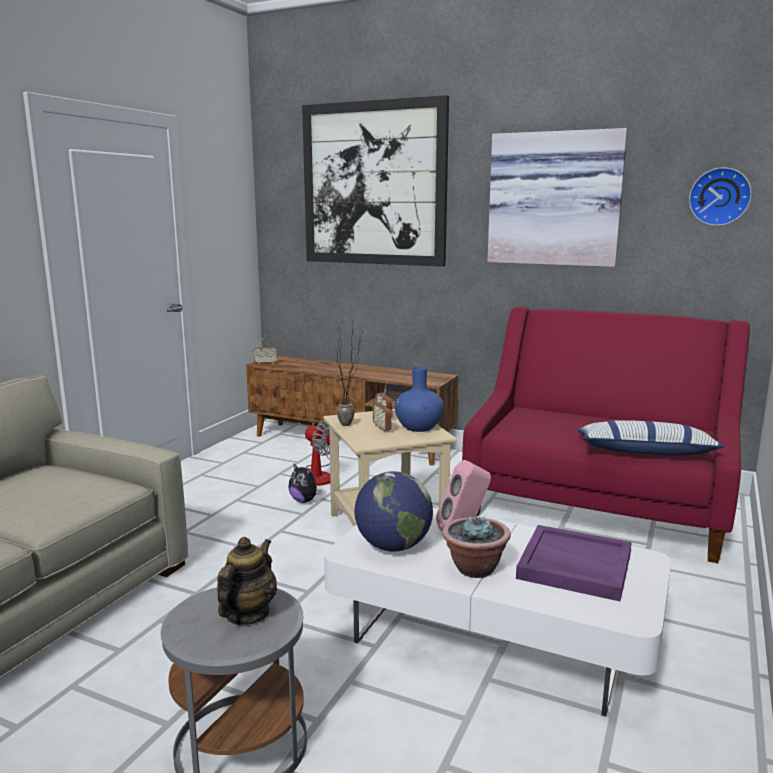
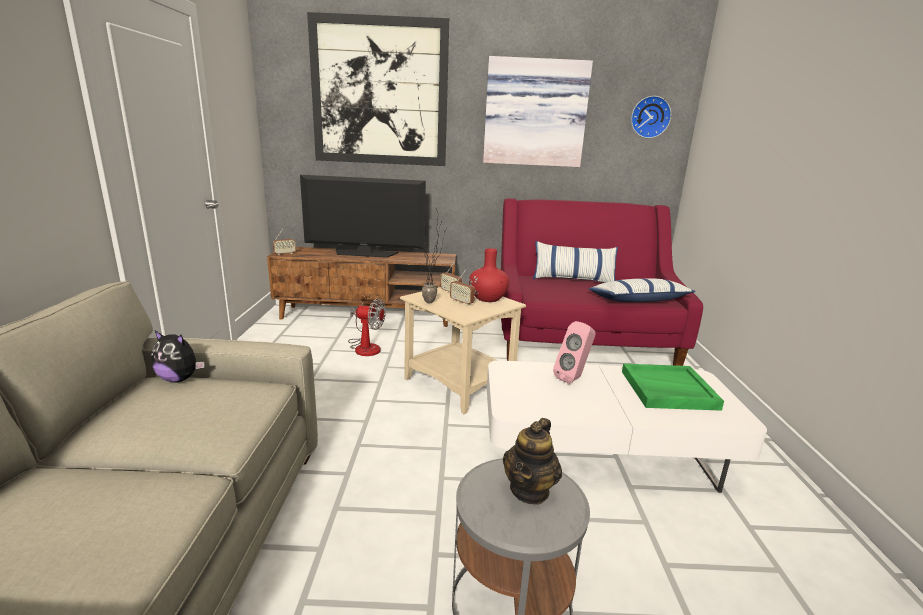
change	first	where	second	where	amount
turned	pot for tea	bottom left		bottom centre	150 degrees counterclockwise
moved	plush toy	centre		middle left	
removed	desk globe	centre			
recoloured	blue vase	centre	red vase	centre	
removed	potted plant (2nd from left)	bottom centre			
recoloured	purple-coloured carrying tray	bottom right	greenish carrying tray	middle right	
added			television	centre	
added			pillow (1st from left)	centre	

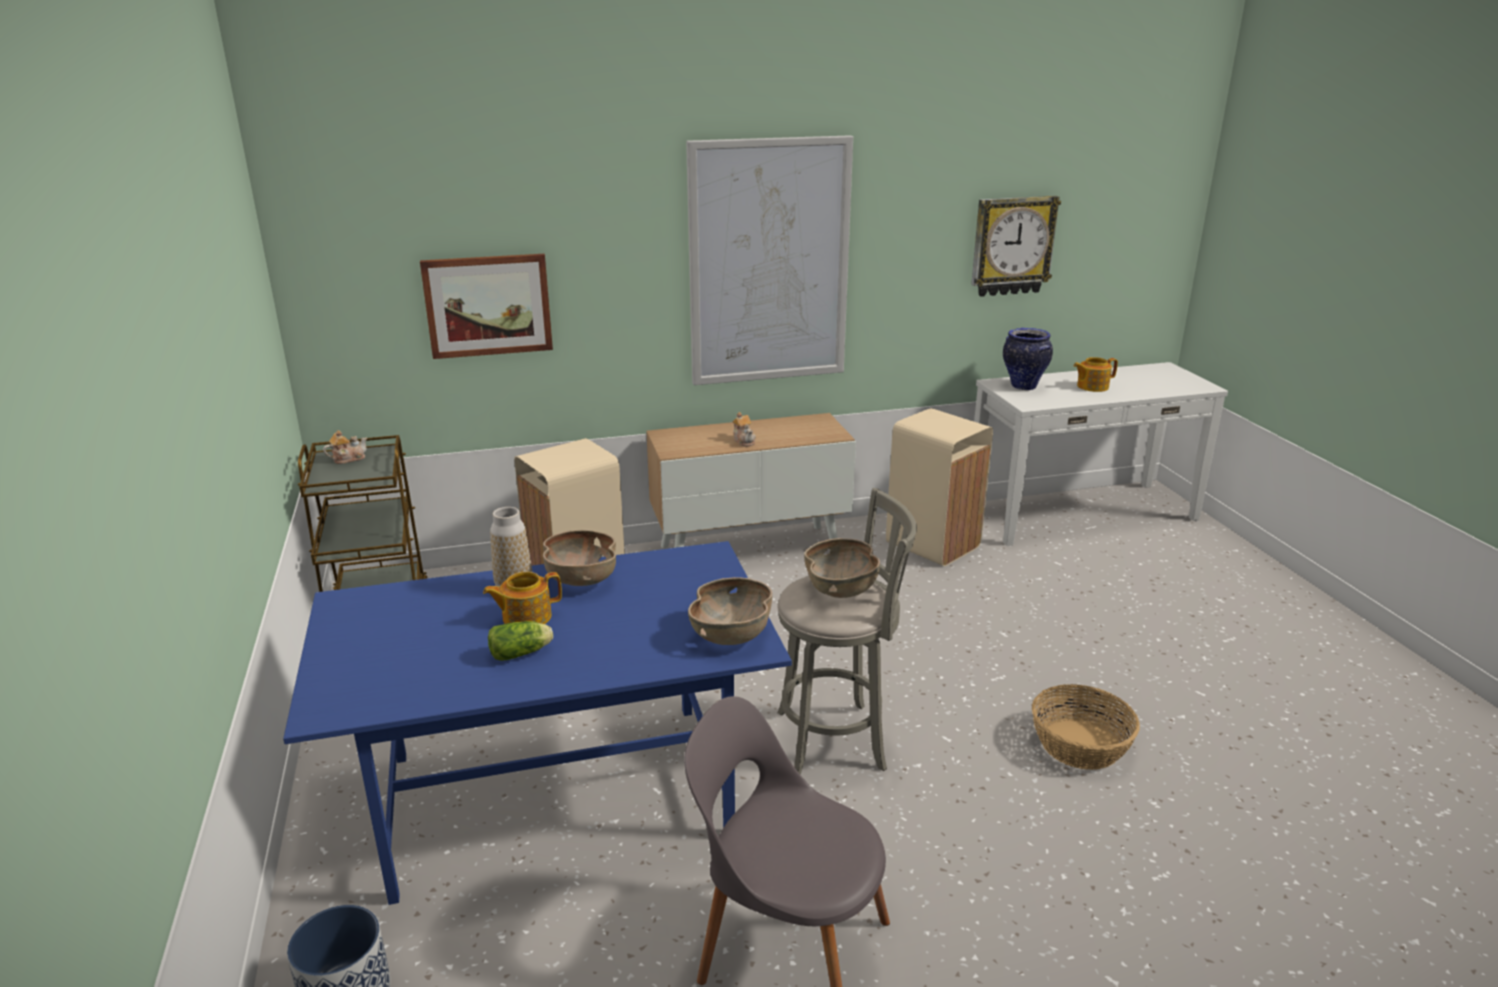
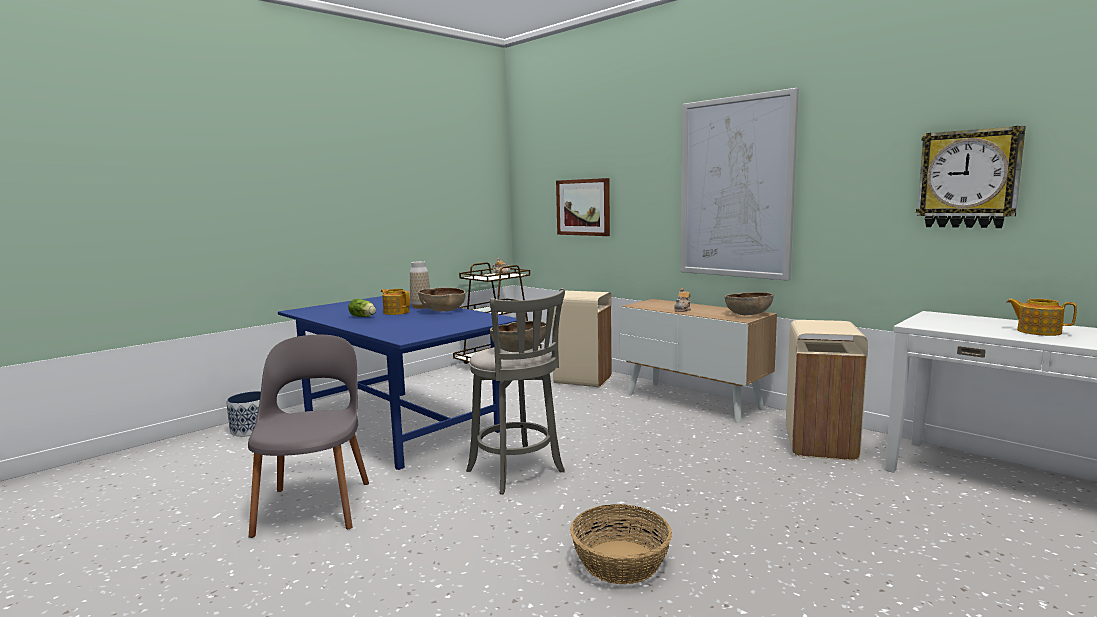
change	first	where	second	where	amount
moved	brown-coloured bowl (2nd from left in the first image)	centre	brown-coloured bowl (3rd from left)	middle right	
removed	vase (2nd from left)	middle right			

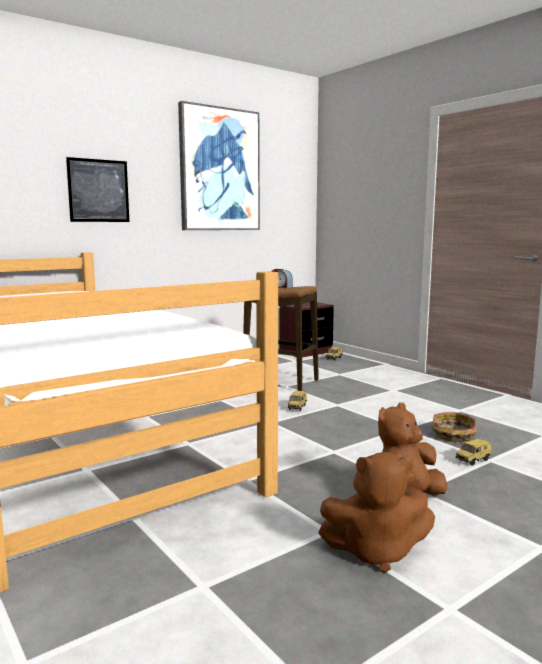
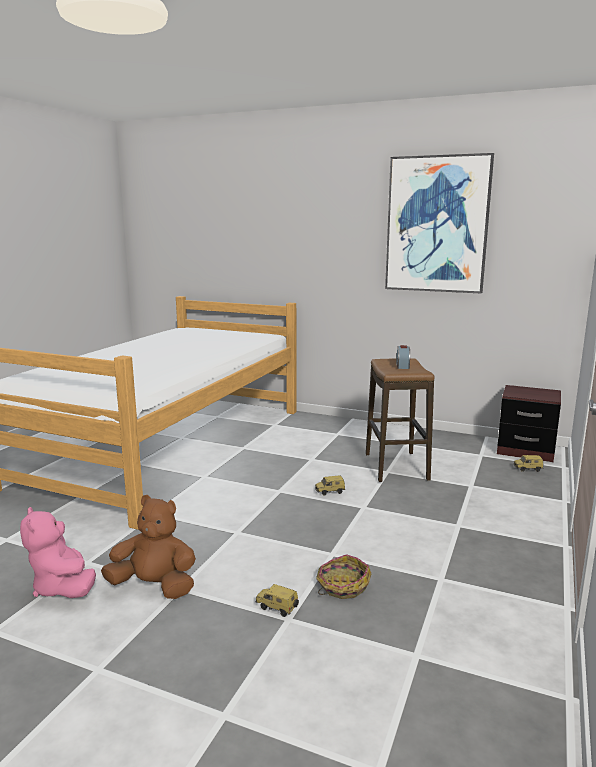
change	first	where	second	where	amount
removed	wall art (1st from left)	top left			
recoloured	brown-coloured plush toy (1st from left)	bottom right	pink plush toy	bottom left	

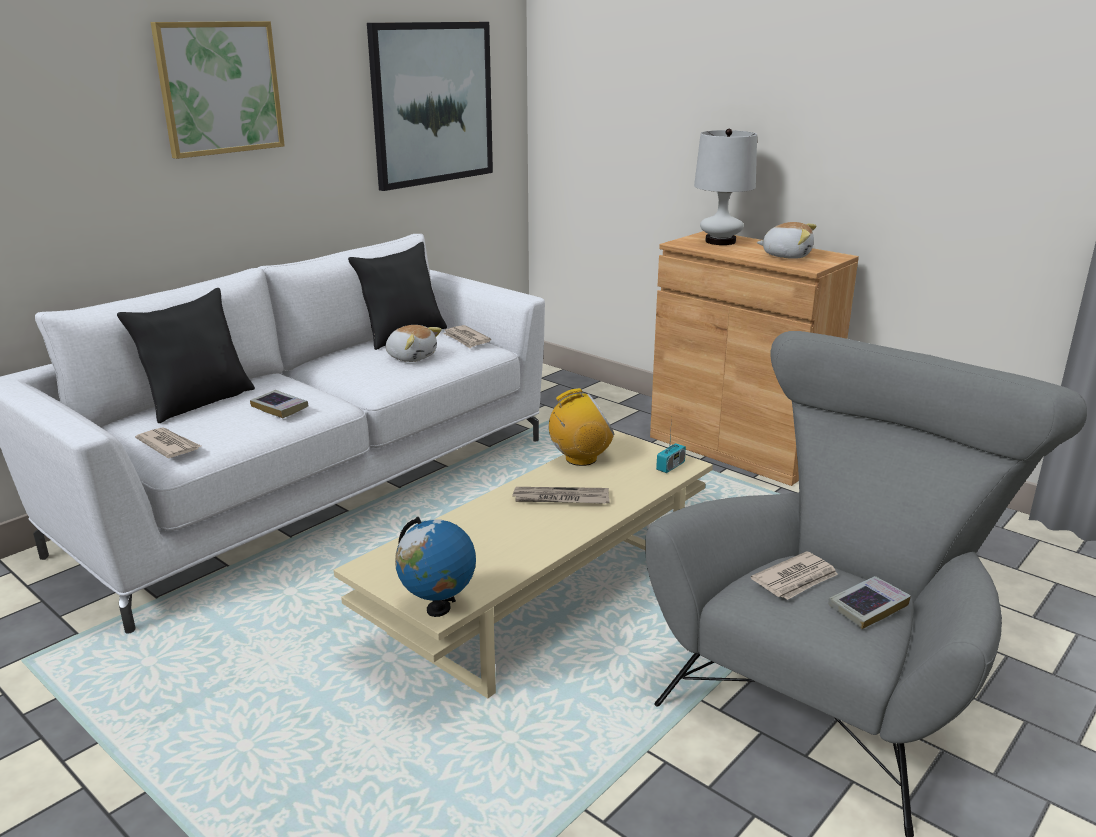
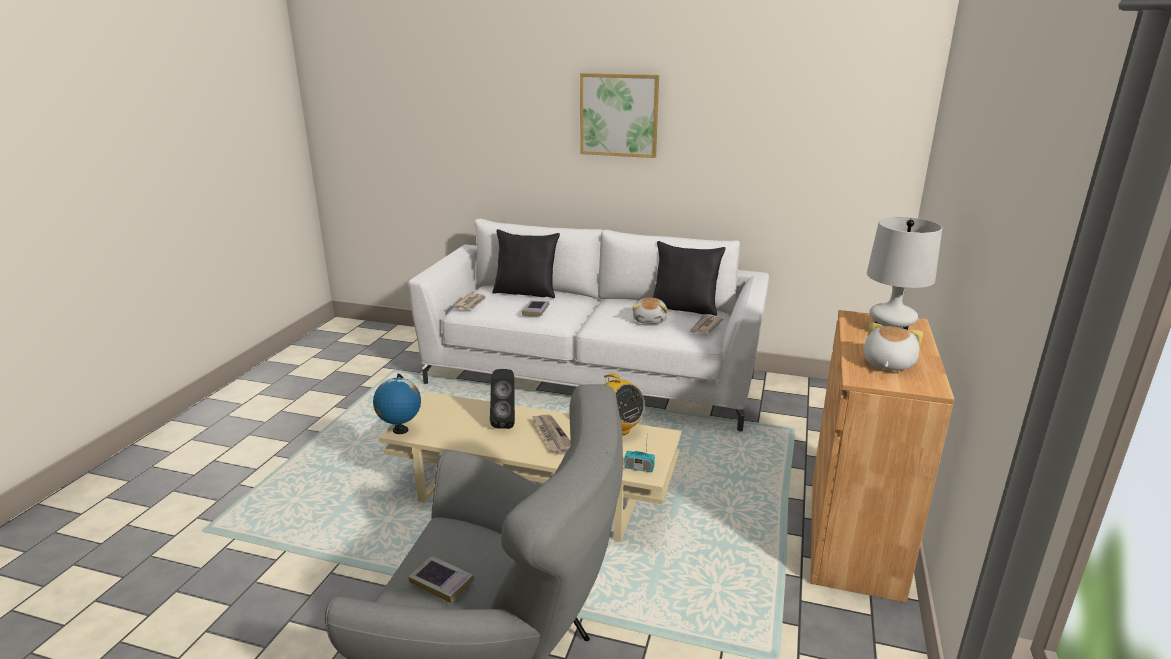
change	first	where	second	where	amount
removed	wall art (2nd from left)	top centre			
removed	printed paper (4th from left)	bottom right			
turned	plush toy (2nd from left)	top right		middle right	150 degrees counterclockwise
added			black-coloured loudspeaker	centre	

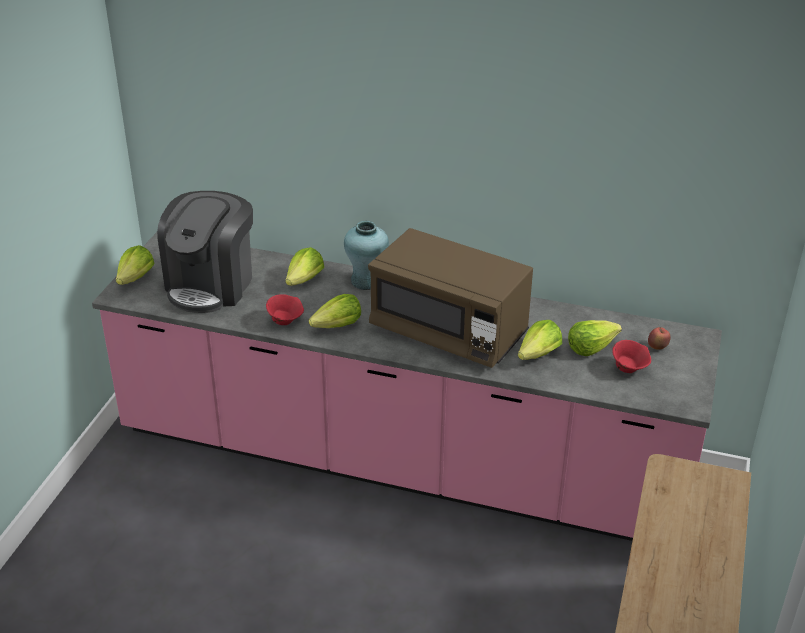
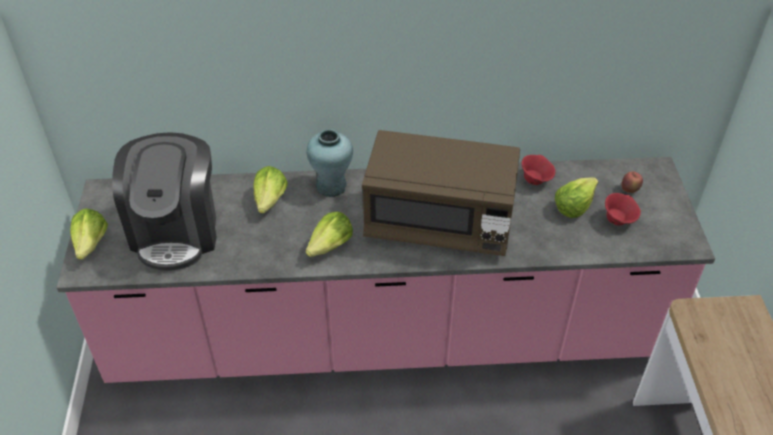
change	first	where	second	where	amount
moved	red bowl (1st from left)	centre		middle right	
removed	lettuce head (4th from left)	middle right			

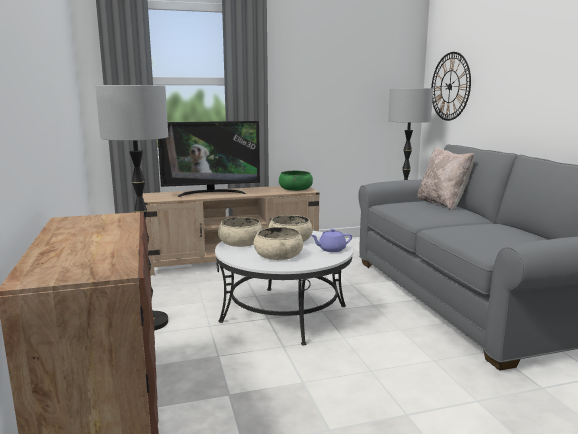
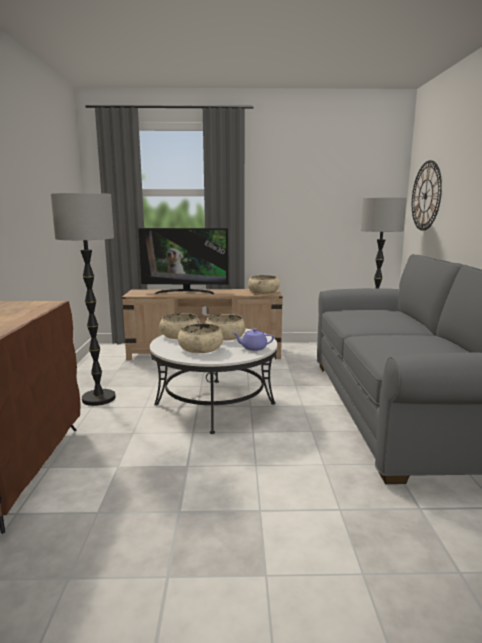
change	first	where	second	where	amount
recoloured	greenish bowl	centre	beige bowl (4th from left)	centre	
removed	beige pillow	middle right			

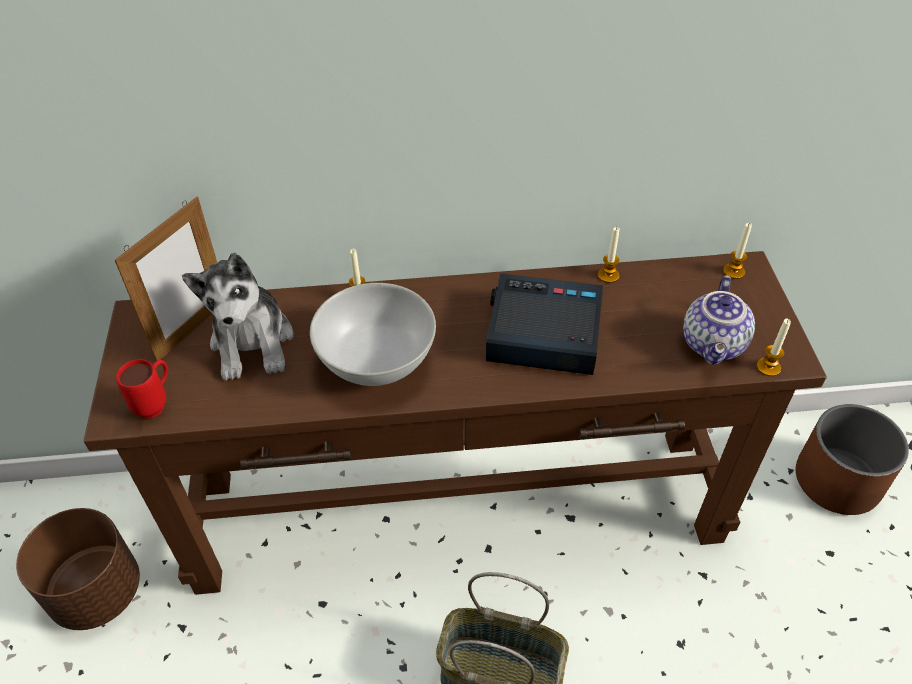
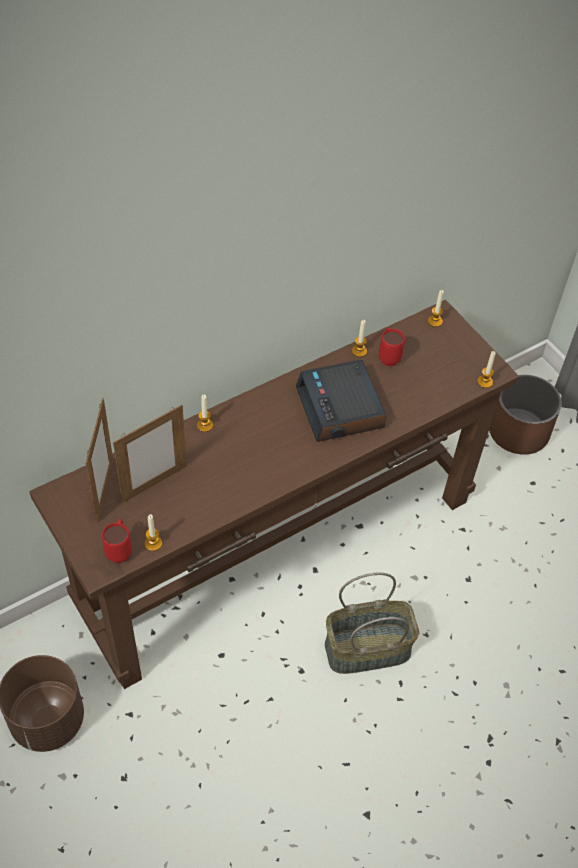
change	first	where	second	where	amount
replaced	plush toy	middle left	photo frame (2nd from left)	middle left	
removed	white-coloured bowl	centre			
turned	bedside clock	centre		centre	90 degrees counterclockwise
removed	pot for tea	middle right			
added			candle (1st from left)	middle left	
added			red mug (2nd from left)	middle right	

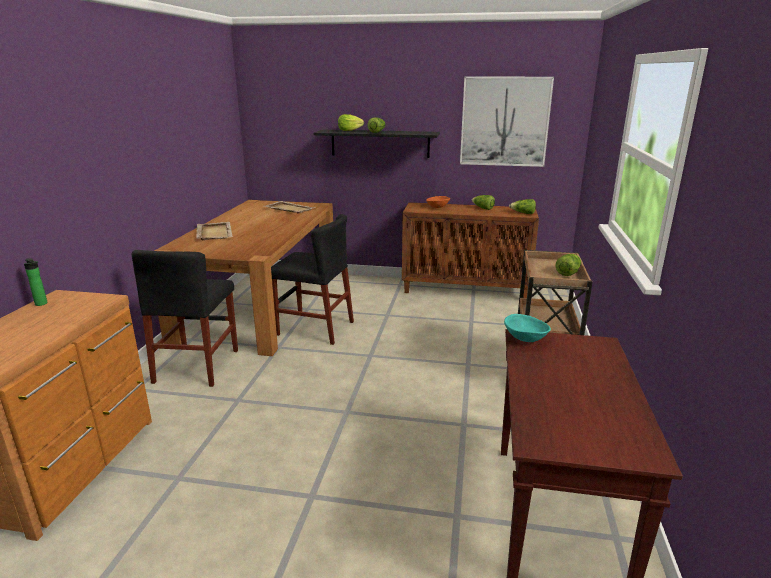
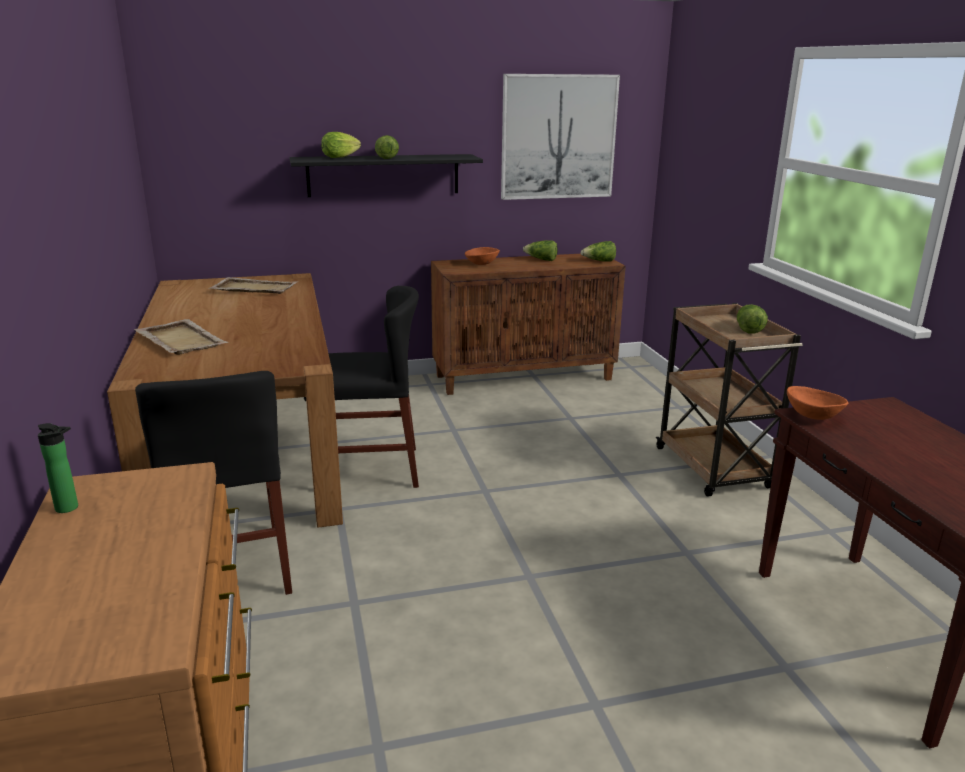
change	first	where	second	where	amount
recoloured	turquoise bowl	middle right	orangey bowl (2nd from left)	middle right	

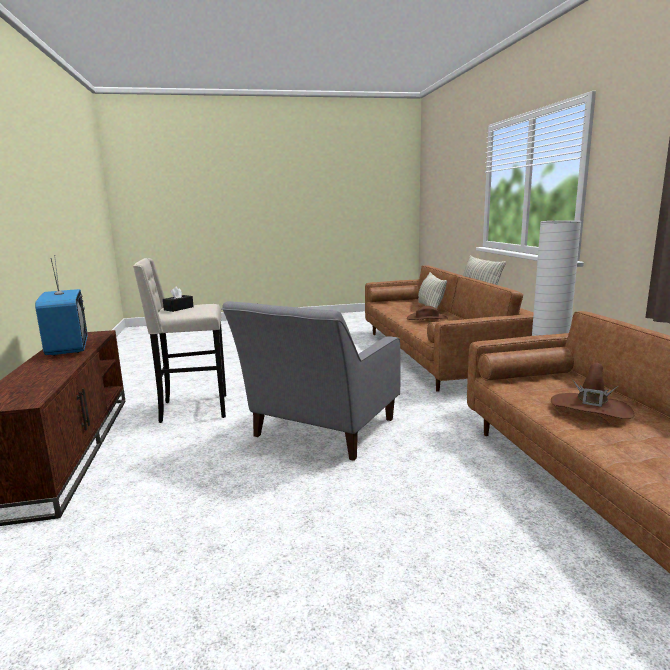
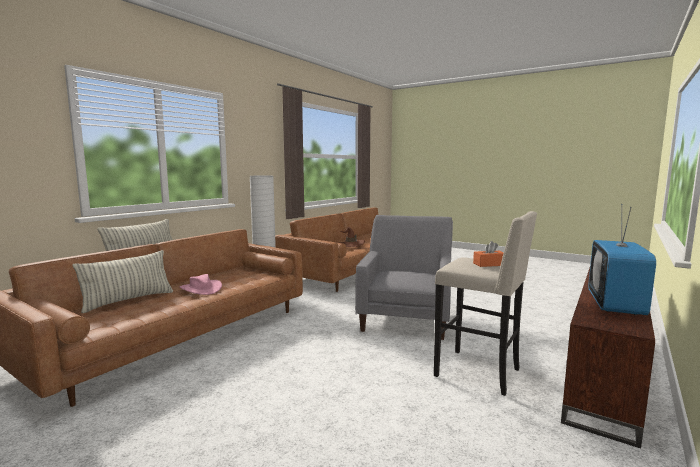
change	first	where	second	where	amount
recoloured	black-coloured tissue box	middle left	orangey tissue box	middle right	
turned	grey lounge chair	centre		centre	60 degrees counterclockwise
recoloured	brown-coloured hat (1st from left)	centre	pink hat	middle left	

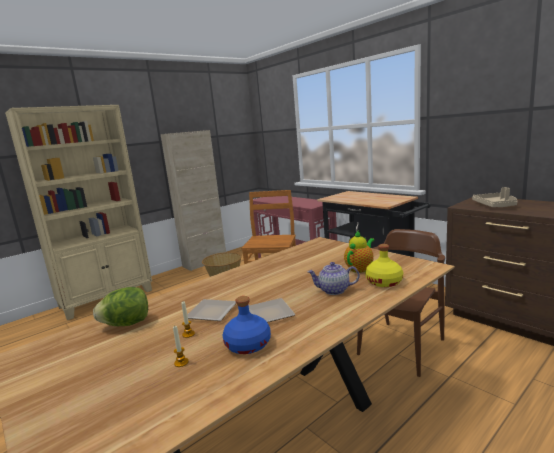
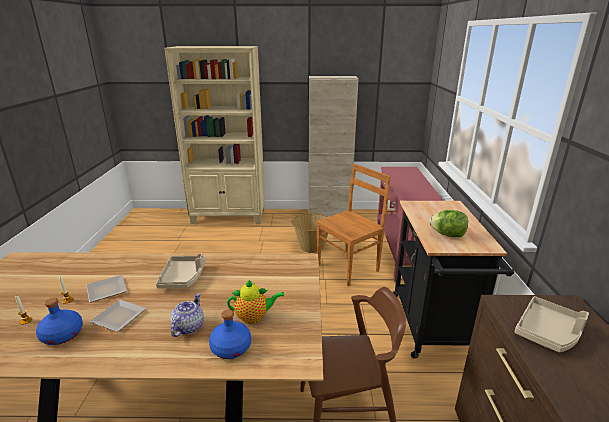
change	first	where	second	where	amount
moved	lettuce head	bottom left		middle right	
turned	pot for tea (1st from left)	centre		bottom left	60 degrees clockwise
recoloured	yellow-coloured bottle	middle right	blue bottle (2nd from left)	bottom centre	
added			beige carrying tray (1st from left)	middle left	

